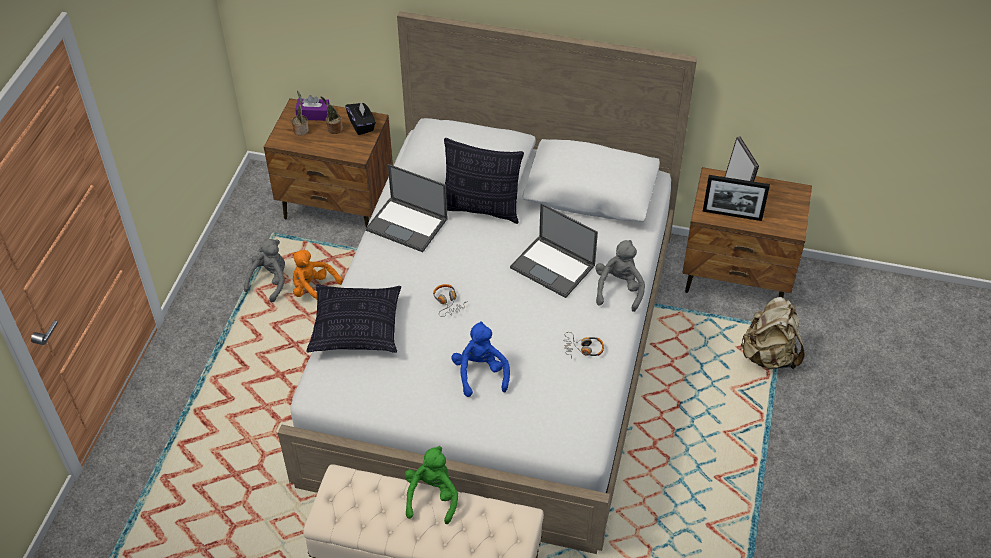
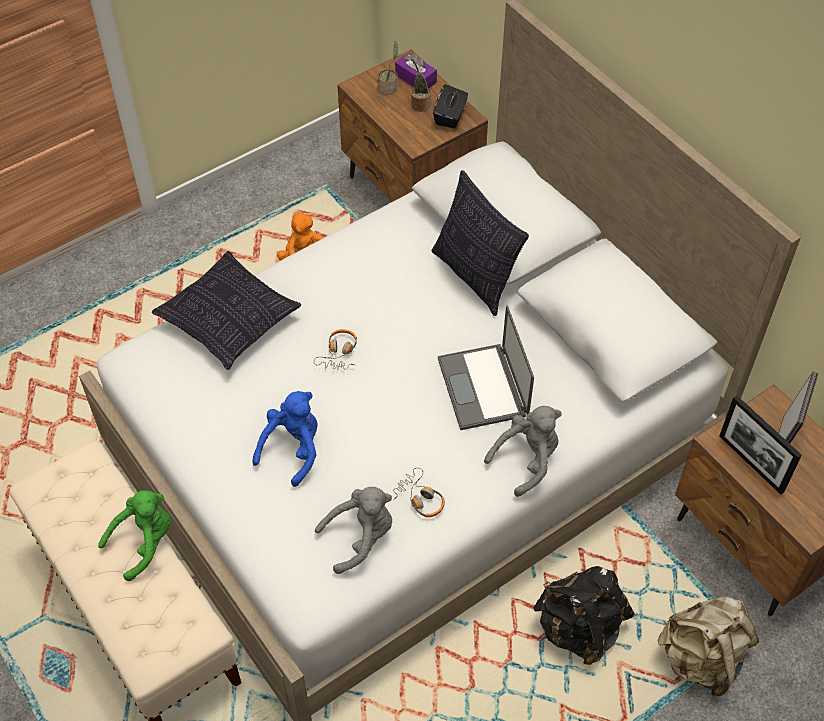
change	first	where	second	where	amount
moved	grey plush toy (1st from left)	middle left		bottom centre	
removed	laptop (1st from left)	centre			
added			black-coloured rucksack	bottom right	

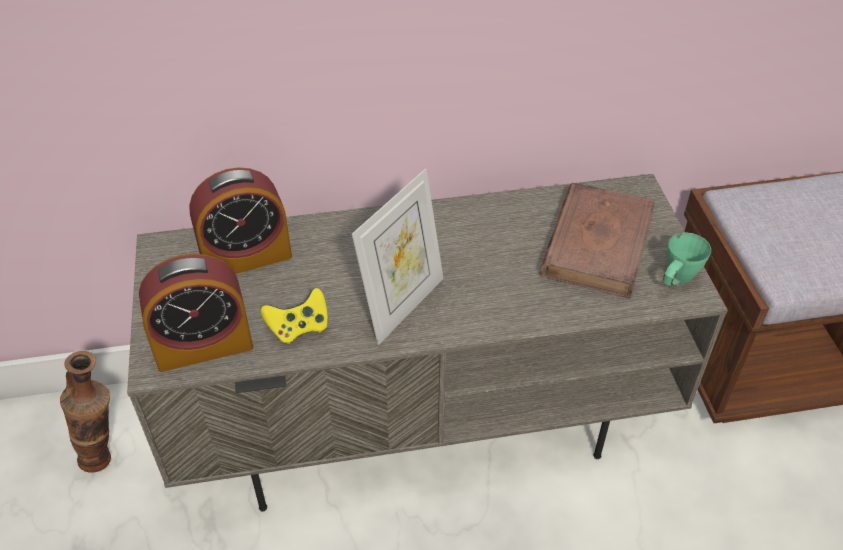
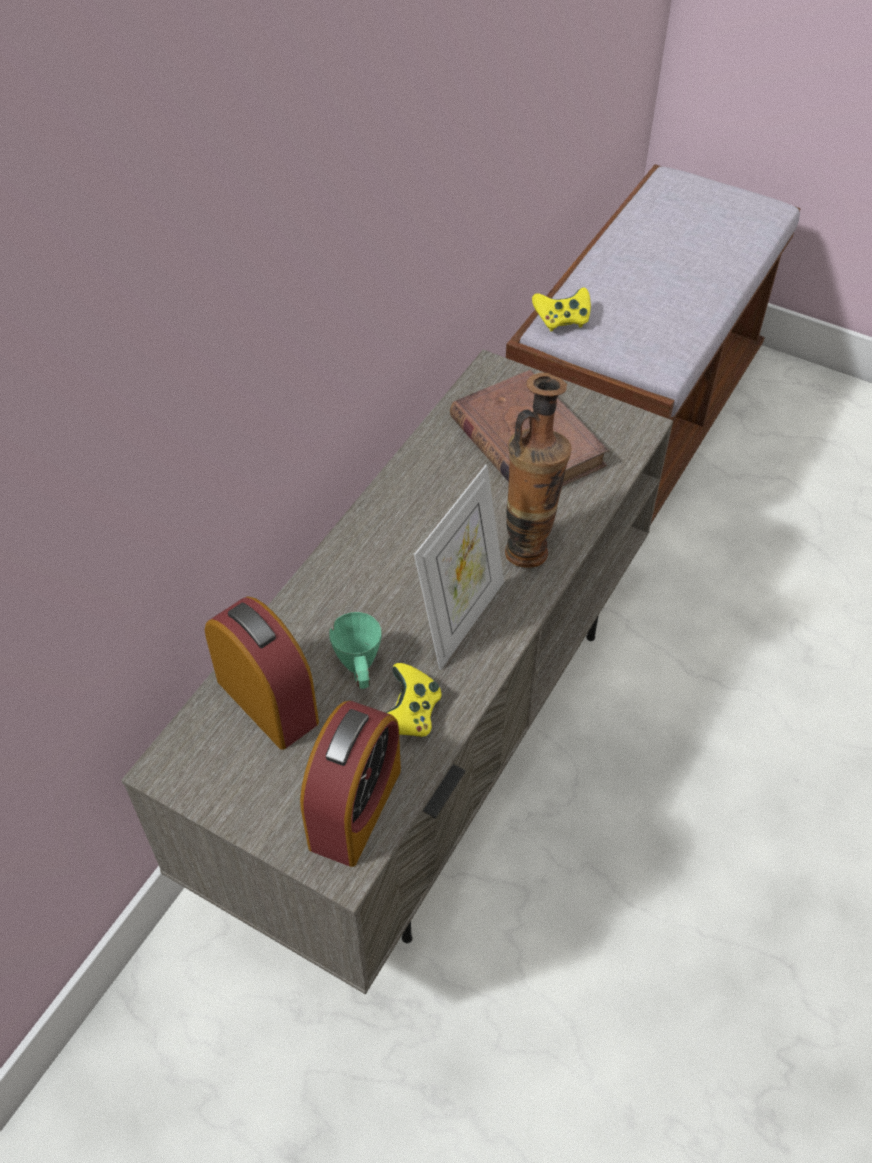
change	first	where	second	where	amount
moved	vase	bottom left		centre	
turned	bedside clock (2nd from left in the first image)	middle left	bedside clock (1st from left)	middle left	60 degrees counterclockwise
turned	photo frame	centre		centre	45 degrees clockwise
moved	greenish mug	middle right		centre	
added			yellow-coloured joypad (2nd from left)	top centre	

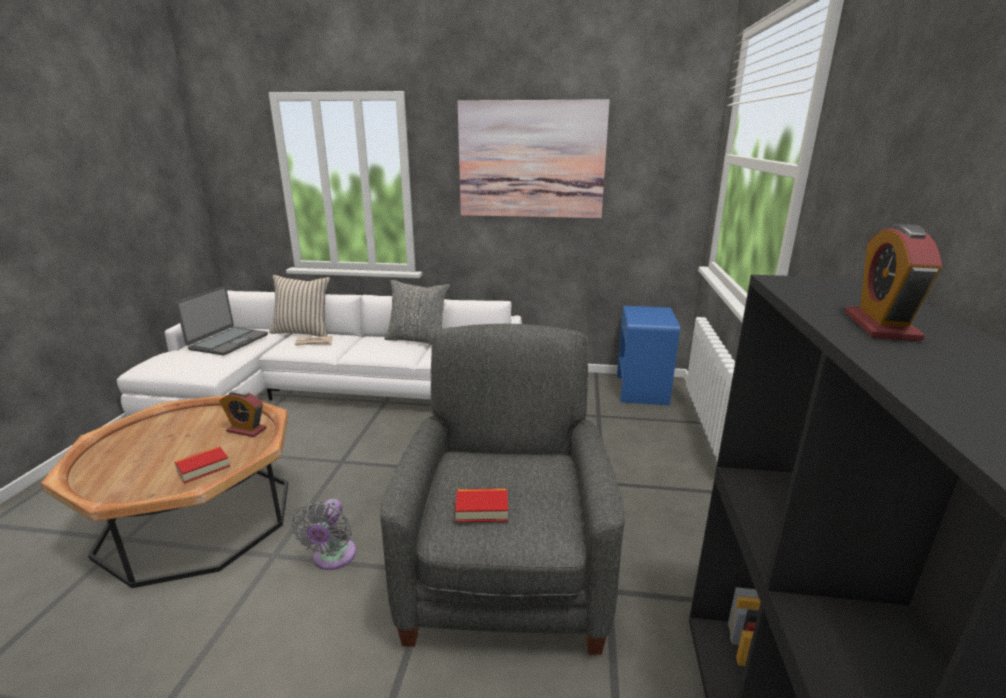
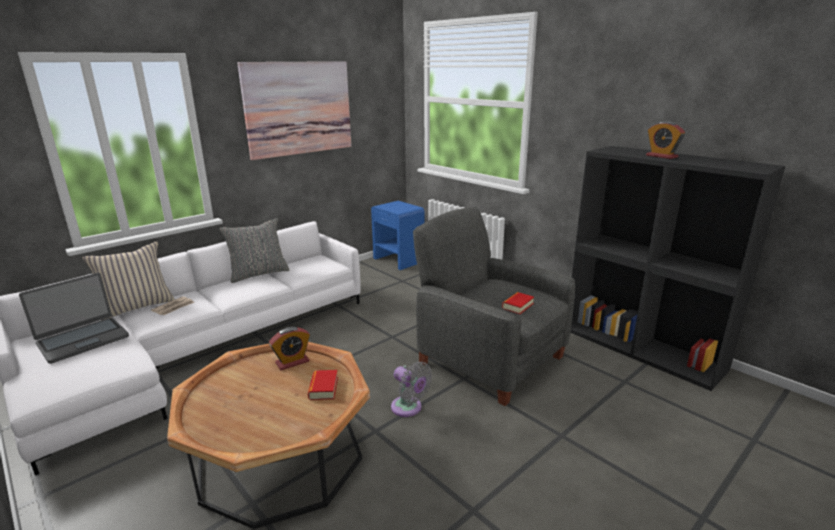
change	first	where	second	where	amount
turned	laptop	middle left		middle left	75 degrees clockwise

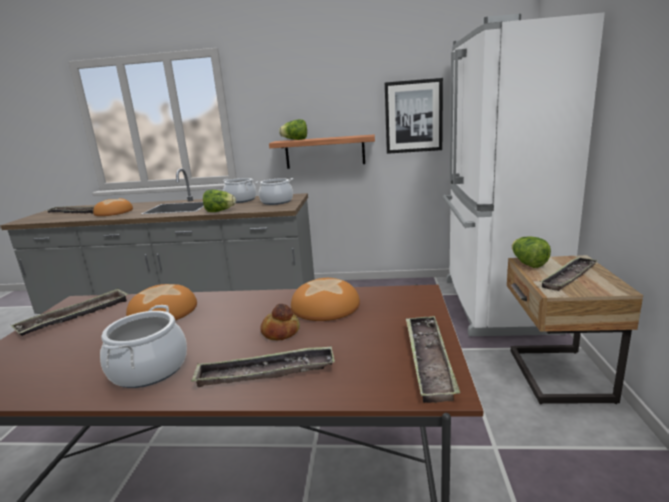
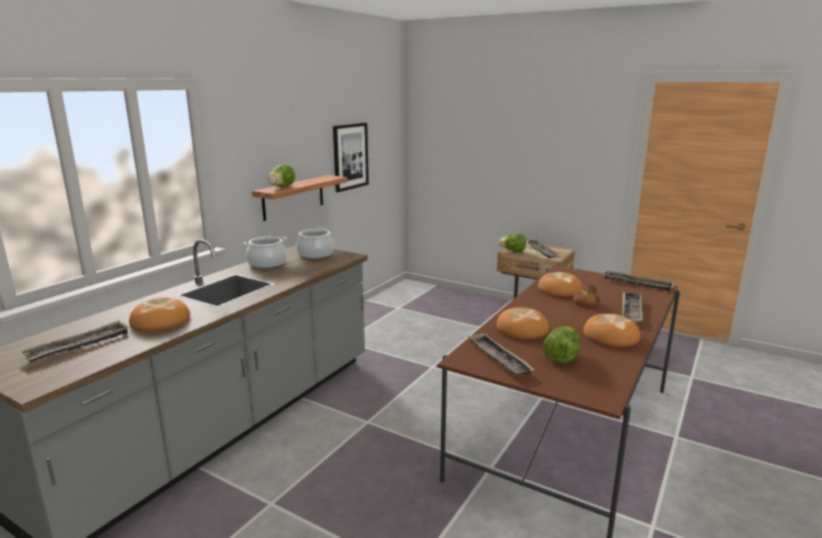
change	first	where	second	where	amount
replaced	cooking pot (1st from left)	bottom left	baked bread (5th from left)	middle right	
moved	lettuce head (1st from left in the first image)	middle left	lettuce head (3rd from left)	middle right	
removed	white-coloured refrigerator	middle right			

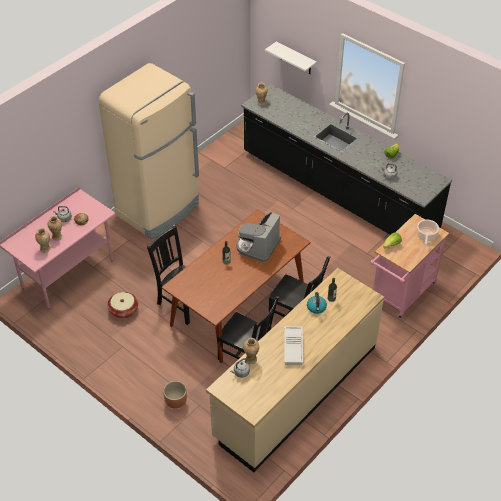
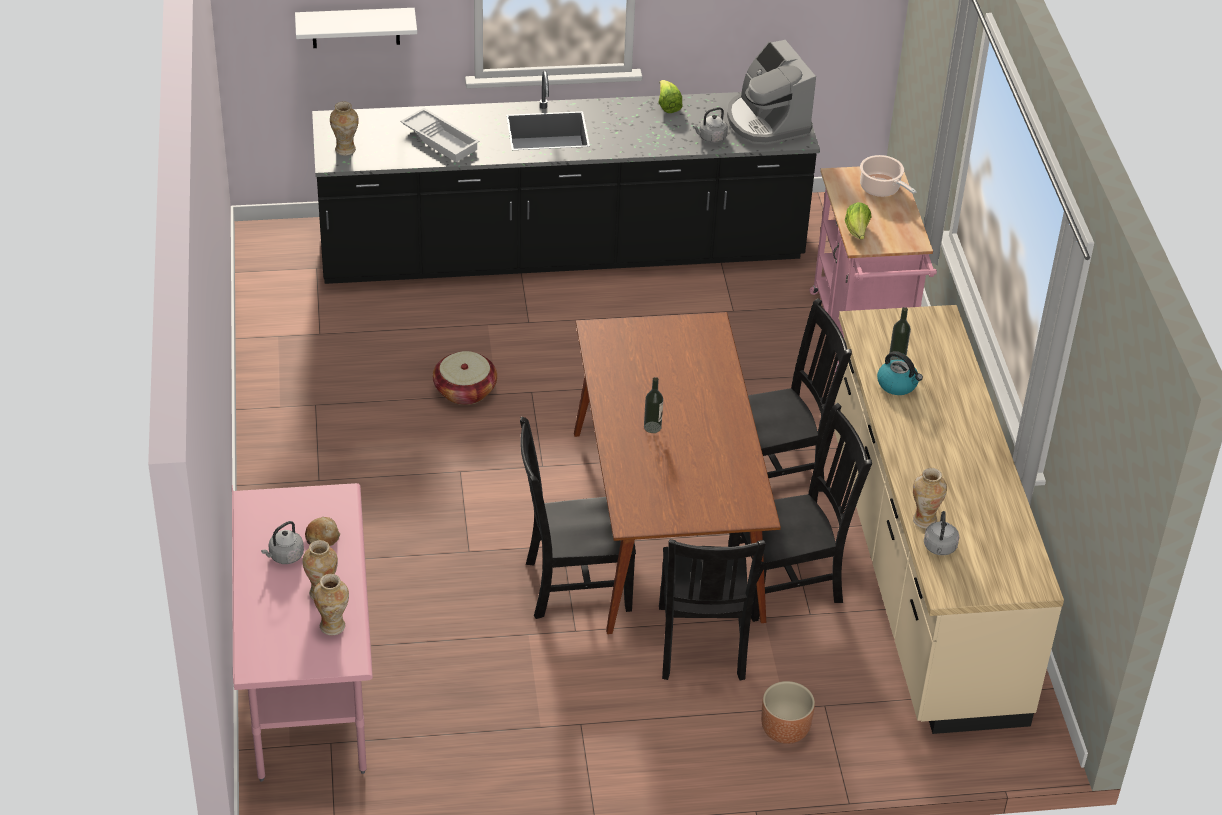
change	first	where	second	where	amount
removed	beige refrigerator	top left			
moved	basket	middle left		centre	
moved	coffee maker	centre		top centre	
moved	white-coloured carrying tray	bottom centre		top centre	
added			black-coloured chair (2nd from left)	bottom centre	

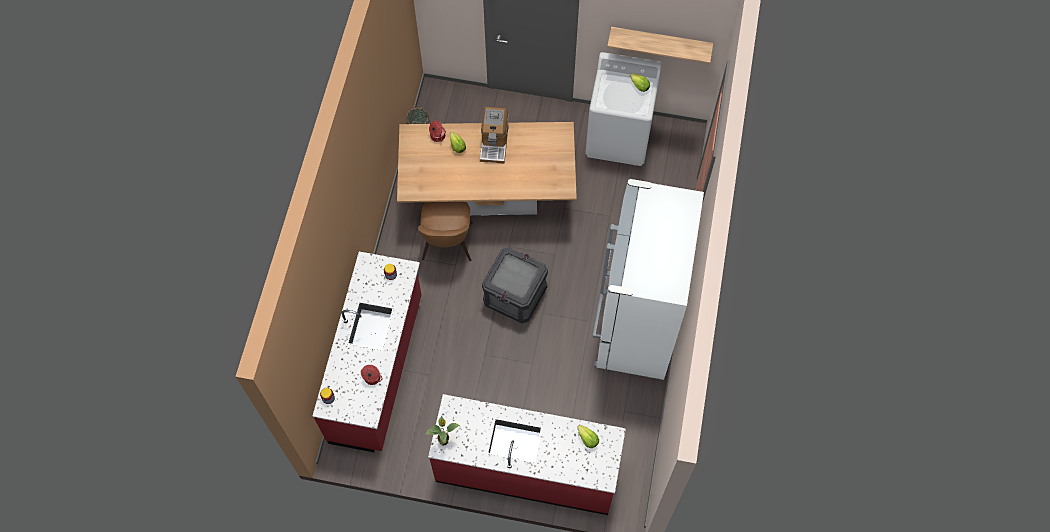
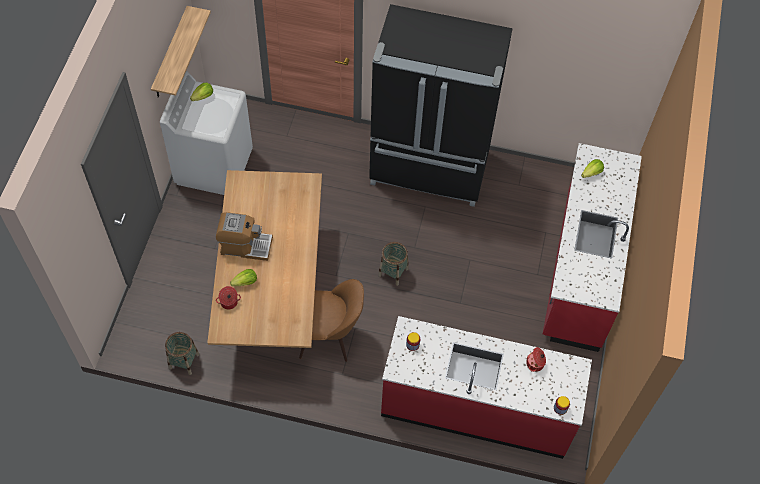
change	first	where	second	where	amount
removed	potted plant	bottom centre			
replaced	shipping crate	centre	basket (2nd from left)	centre	
recoloured	white-coloured refrigerator	centre	black-coloured refrigerator	top centre	

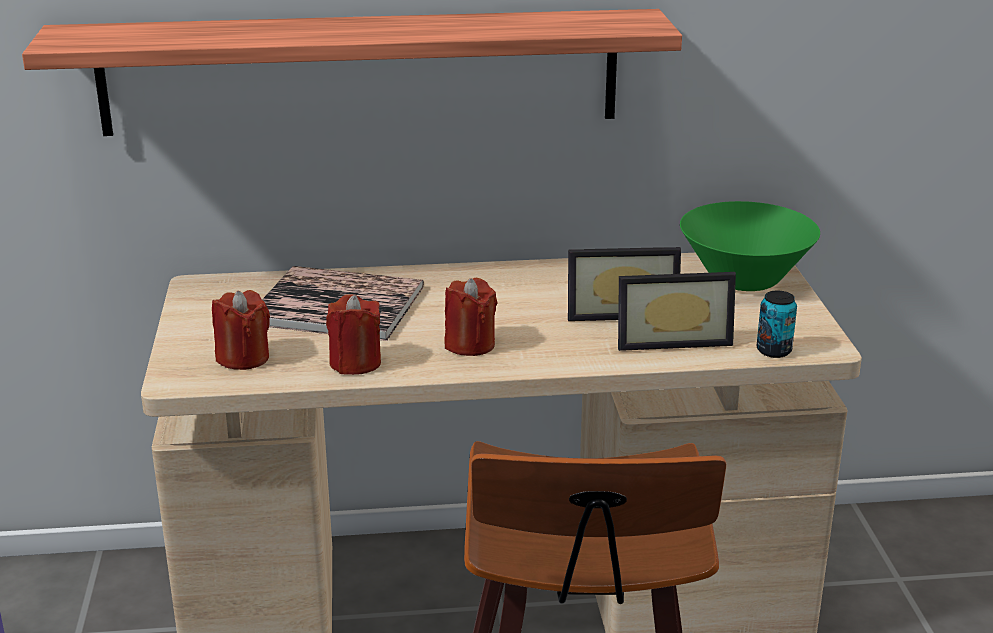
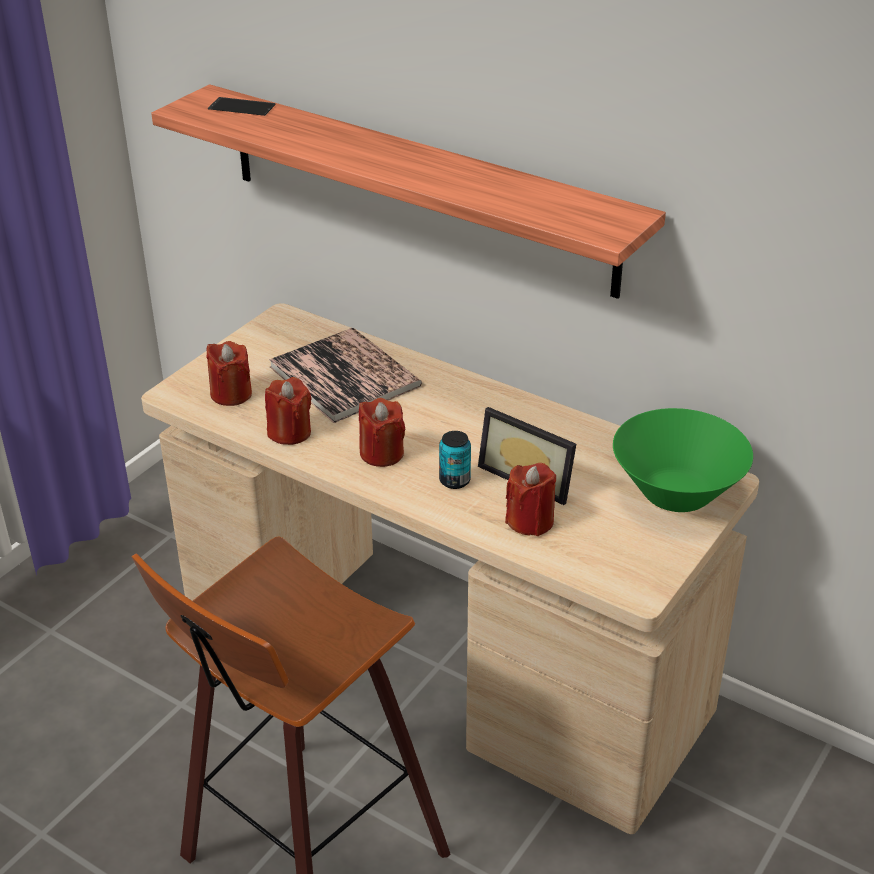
change	first	where	second	where	amount
replaced	photo frame (2nd from left)	middle right	red candle (4th from left)	centre	
moved	sealed can	middle right		centre	
added			phone	top left	

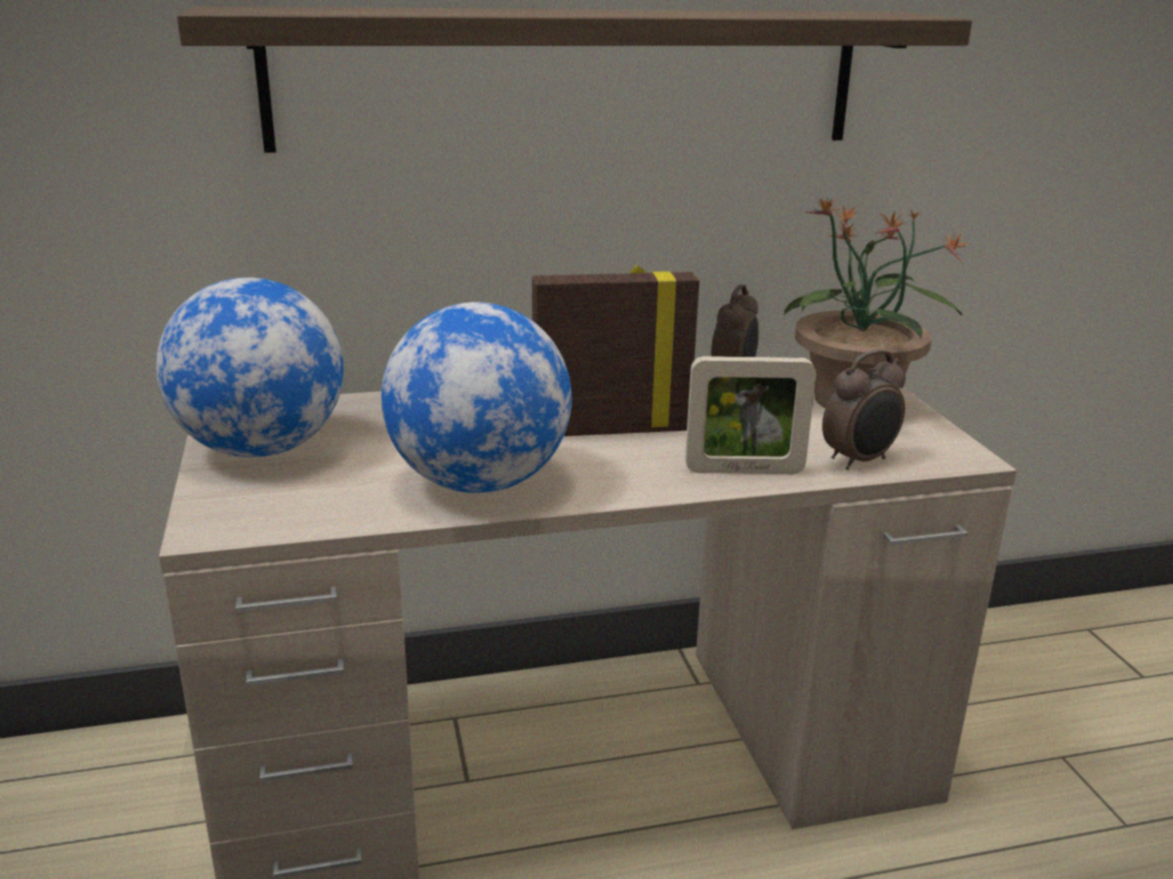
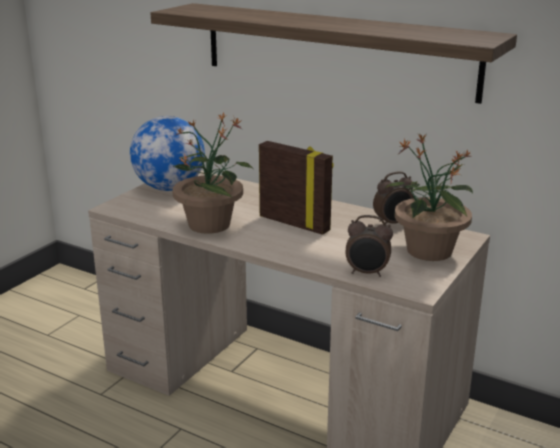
change	first	where	second	where	amount
replaced	desk globe (2nd from left)	centre	potted plant (1st from left)	centre	
removed	photo frame (2nd from left)	centre			

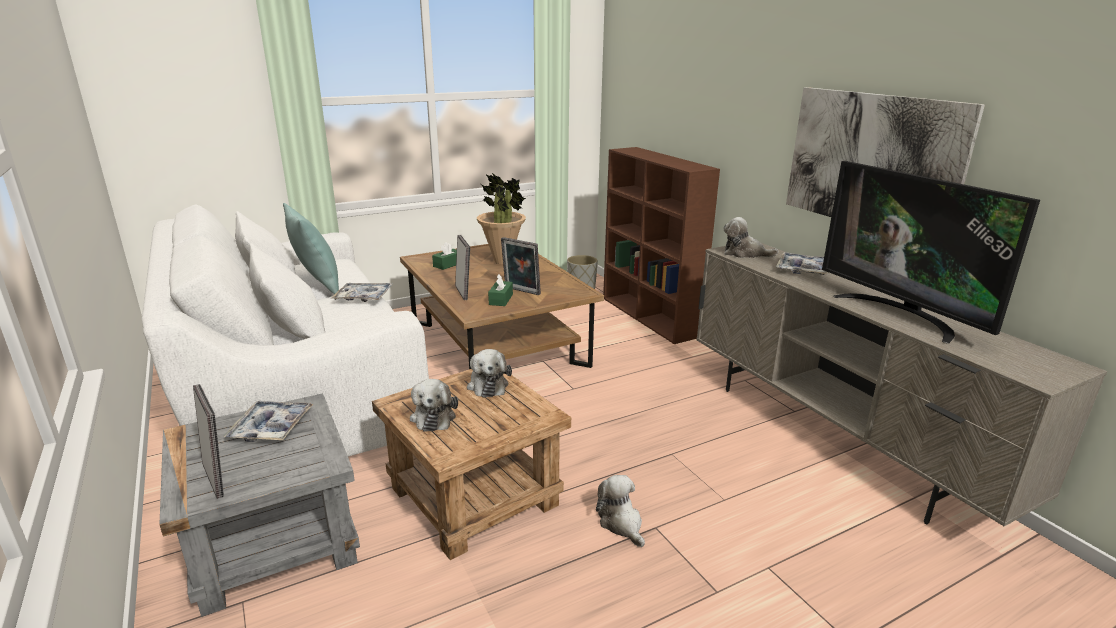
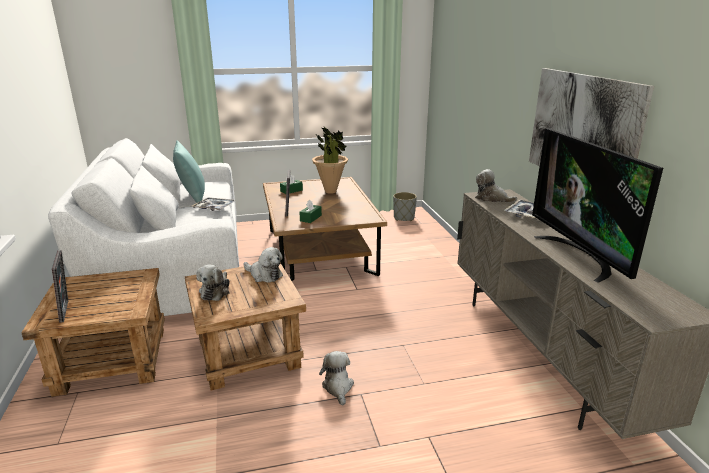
change	first	where	second	where	amount
recoloured	grey end table	bottom left	brown-coloured end table (1st from left)	bottom left	
removed	carrying tray (1st from left)	bottom left			
turned	plush toy (2nd from left)	centre		centre	60 degrees counterclockwise
removed	photo frame (3rd from left)	centre			
removed	brown-coloured bookcase	centre			

